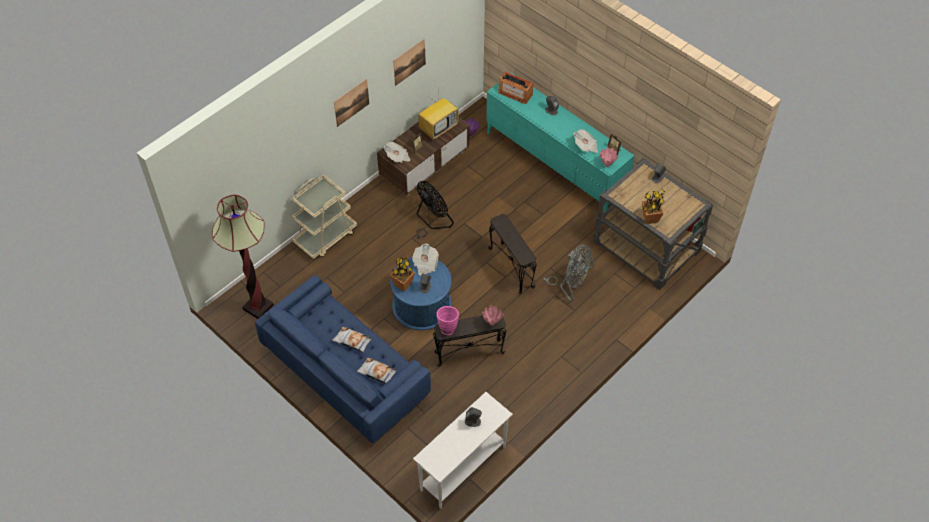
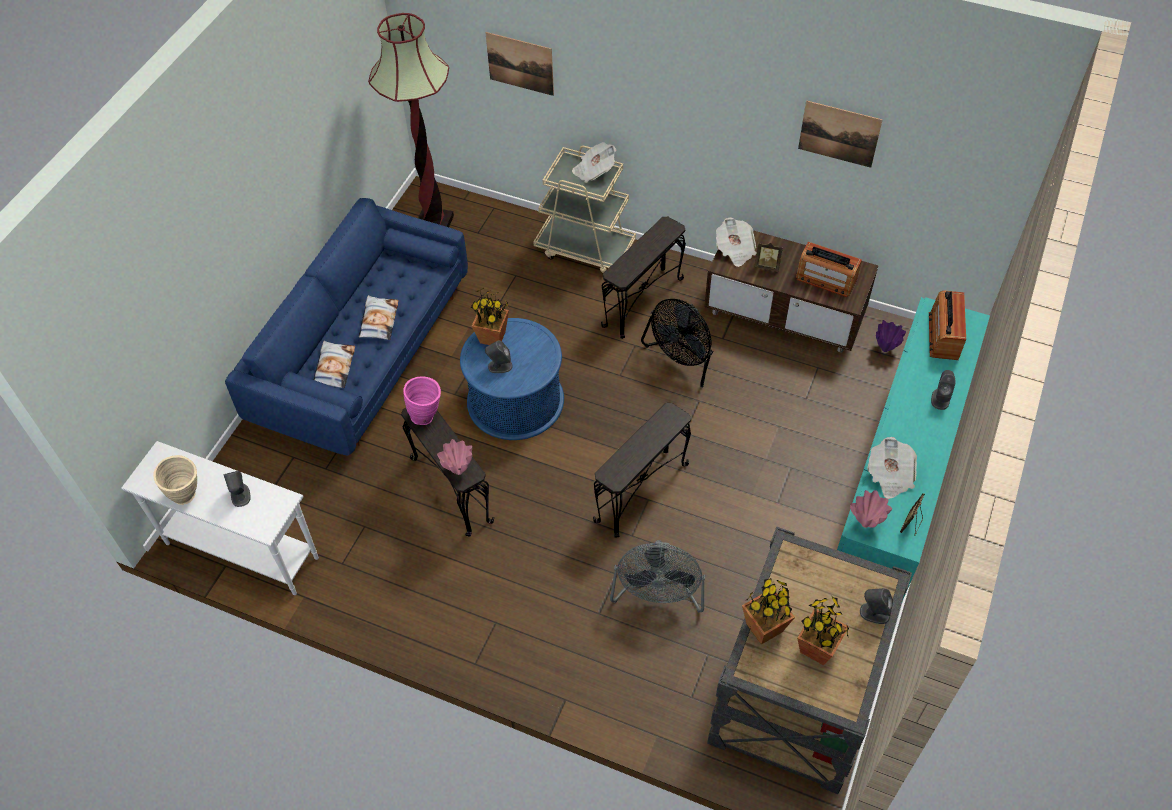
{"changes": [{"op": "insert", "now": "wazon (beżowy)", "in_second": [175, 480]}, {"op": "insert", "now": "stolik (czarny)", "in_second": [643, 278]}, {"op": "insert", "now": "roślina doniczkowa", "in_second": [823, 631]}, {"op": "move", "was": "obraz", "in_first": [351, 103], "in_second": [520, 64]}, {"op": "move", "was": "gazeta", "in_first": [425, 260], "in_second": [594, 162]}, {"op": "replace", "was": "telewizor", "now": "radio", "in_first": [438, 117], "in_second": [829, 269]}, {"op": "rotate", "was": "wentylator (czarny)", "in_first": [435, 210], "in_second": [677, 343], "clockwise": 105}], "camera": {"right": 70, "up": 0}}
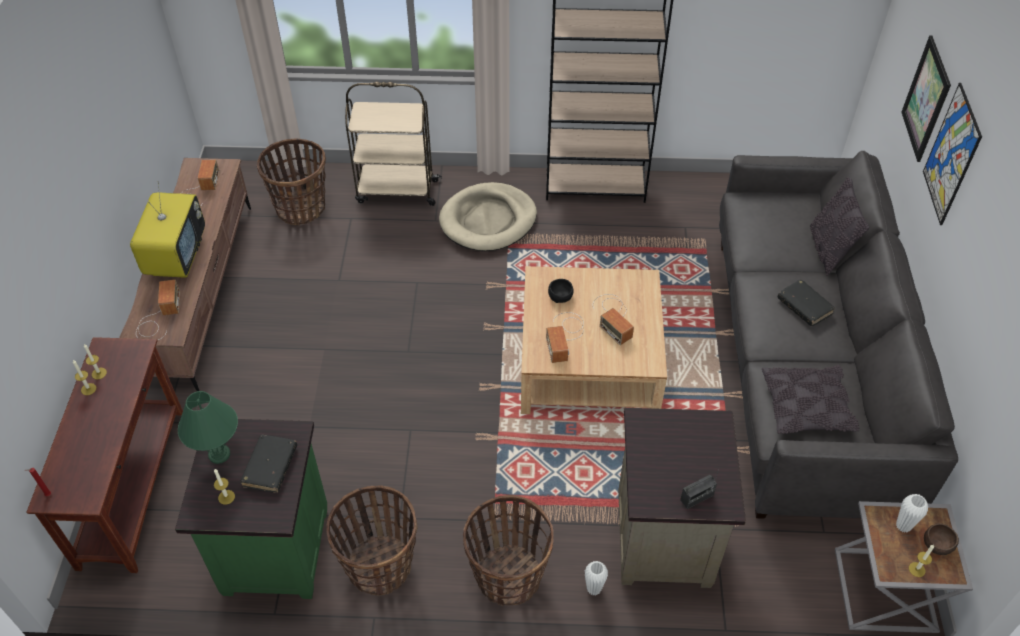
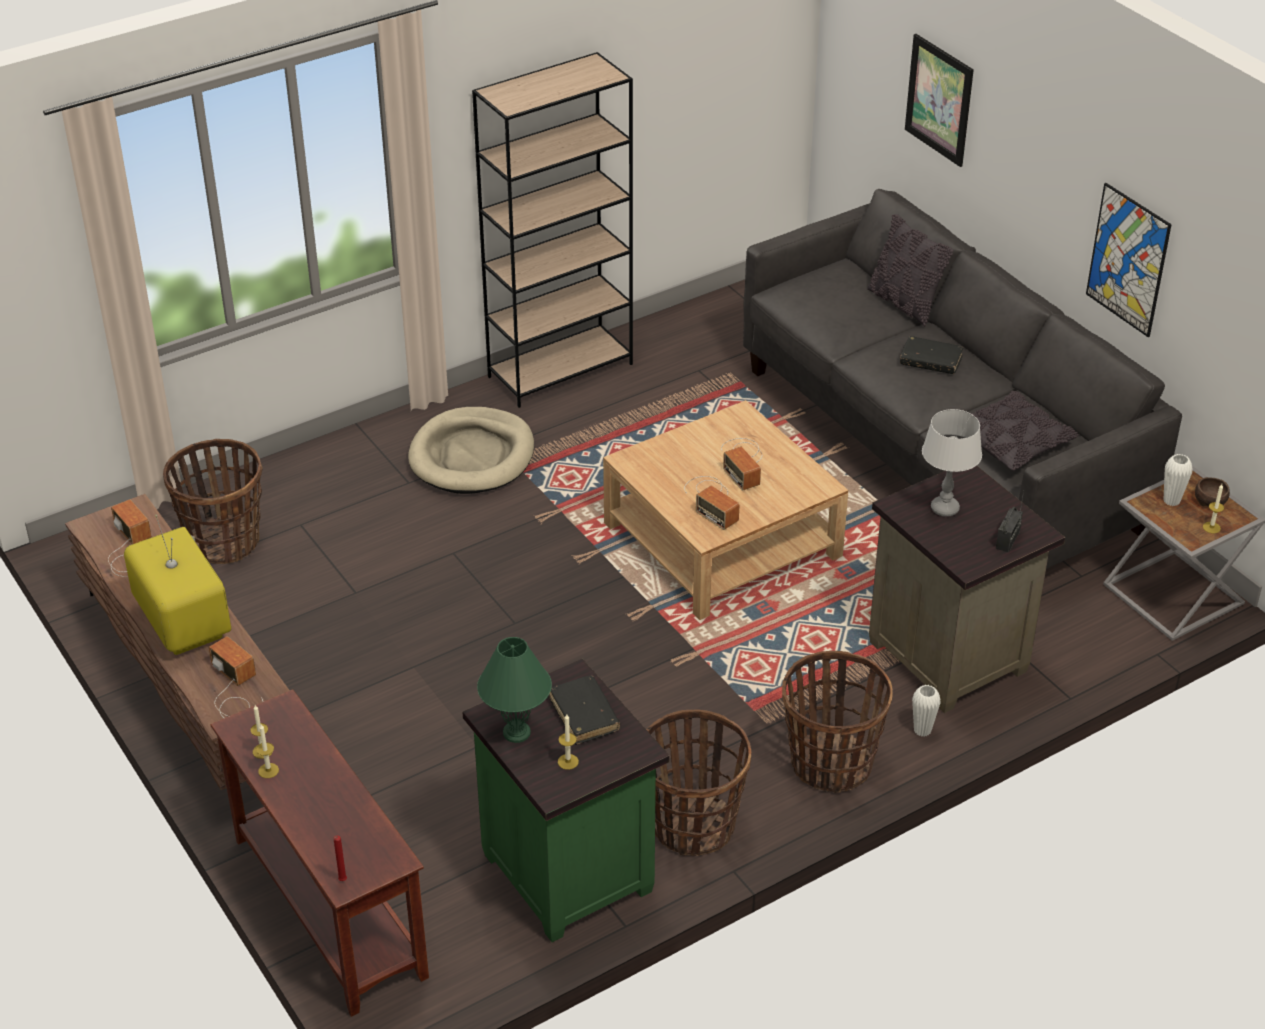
{"changes": [{"op": "delete", "was": "wózek (beżowy)", "in_first": [393, 144]}, {"op": "delete", "was": "miska (czarny)", "in_first": [561, 291]}, {"op": "insert", "now": "lampa stołowa (szary)", "in_second": [952, 463]}, {"op": "move", "was": "obraz", "in_first": [952, 154], "in_second": [1129, 260]}, {"op": "rotate", "was": "radio", "in_first": [613, 319], "in_second": [741, 464], "clockwise": 45}], "camera": {"right": -35, "up": -10}}
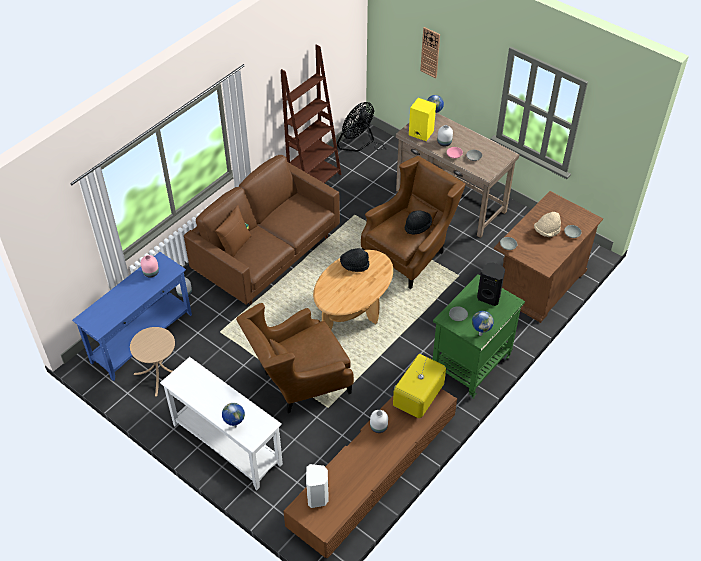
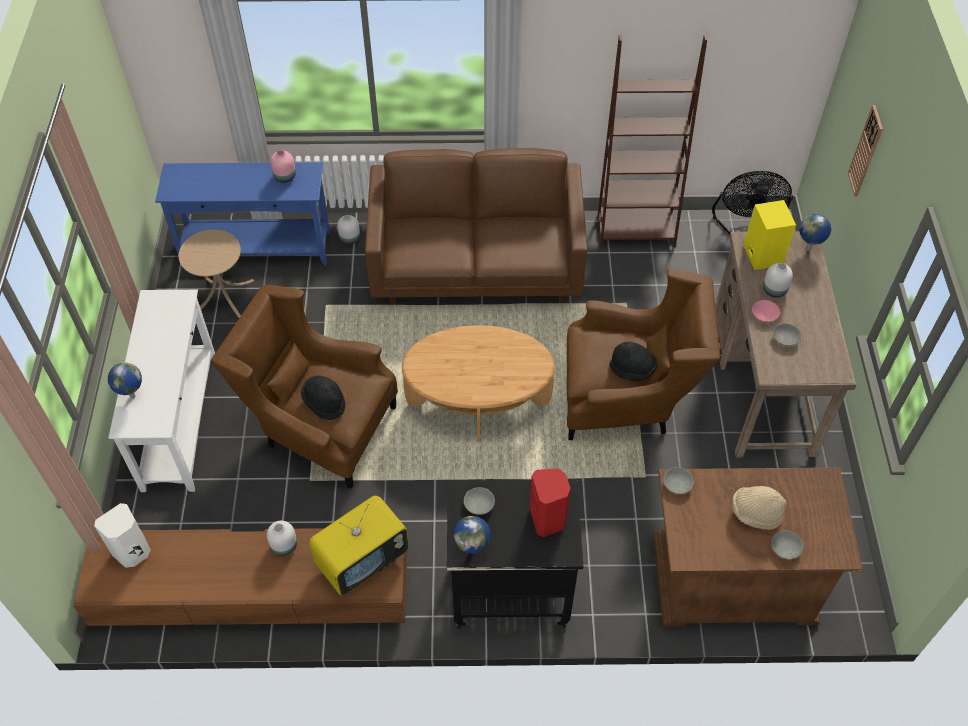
{"changes": [{"op": "delete", "was": "poduszka (brązowy)", "in_first": [233, 231]}, {"op": "move", "was": "kapelusz (czarny)", "in_first": [354, 260], "in_second": [323, 397]}, {"op": "recolor", "was": "wózek (zielony)", "now": "wózek (czarny)", "in_first": [478, 336], "in_second": [515, 554]}, {"op": "recolor", "was": "głośnik (czarny)", "now": "głośnik (czerwony)", "in_first": [491, 284], "in_second": [550, 502]}, {"op": "rotate", "was": "telewizor", "in_first": [419, 386], "in_second": [359, 545], "clockwise": 150}], "camera": {"right": 50, "up": 5}}
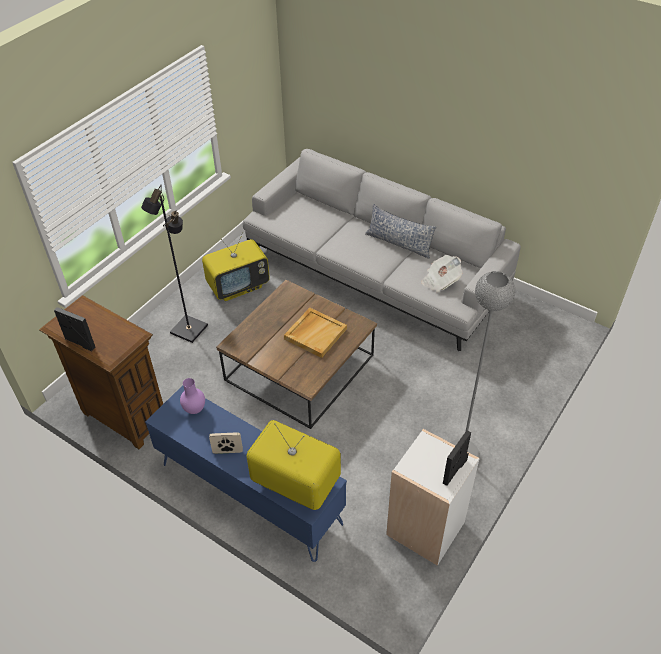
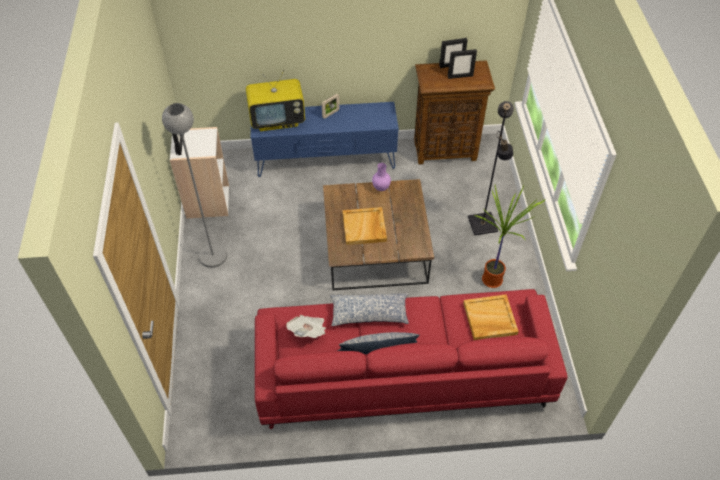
{"changes": [{"op": "insert", "now": "poduszka", "in_second": [369, 309]}, {"op": "insert", "now": "ramka na zdjęcie", "in_second": [462, 64]}, {"op": "insert", "now": "taca (beżowy)", "in_second": [491, 317]}, {"op": "move", "was": "wazon (fioletowy)", "in_first": [192, 396], "in_second": [381, 177]}, {"op": "replace", "was": "telewizor", "now": "roślina doniczkowa", "in_first": [236, 266], "in_second": [510, 237]}, {"op": "recolor", "was": "kanapa (szary)", "now": "kanapa (czerwony)", "in_first": [382, 250], "in_second": [411, 359]}], "camera": {"right": 140, "up": 5}}
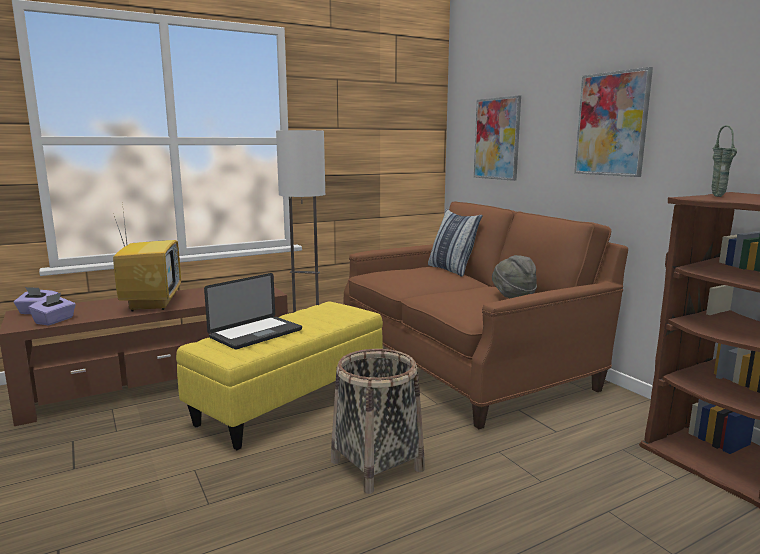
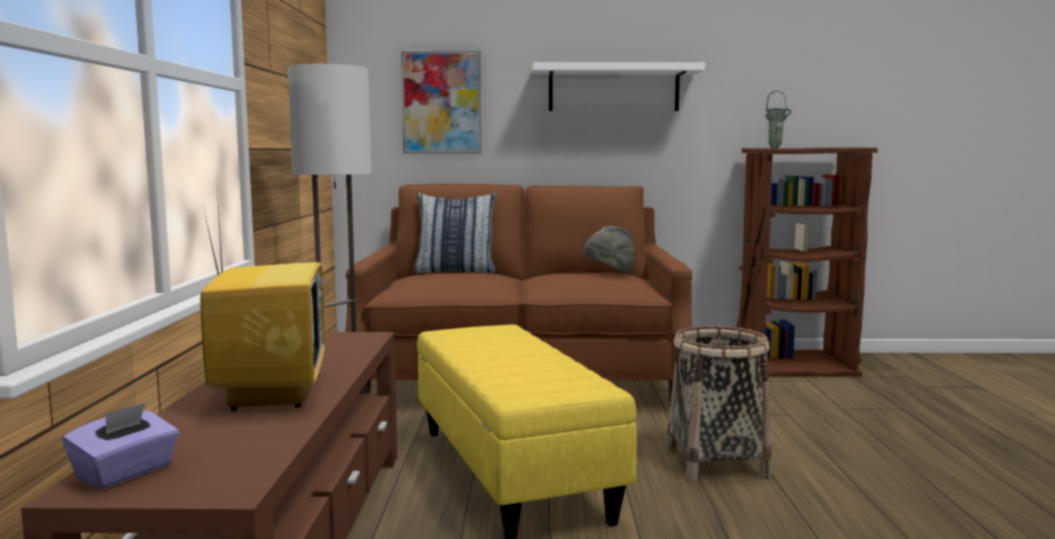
{"changes": [{"op": "delete", "was": "pudełko chusteczek (fioletowy)", "in_first": [52, 309]}, {"op": "delete", "was": "laptop", "in_first": [253, 311]}, {"op": "replace", "was": "obraz", "now": "półka (biały)", "in_first": [613, 122], "in_second": [619, 86]}, {"op": "rotate", "was": "telewizor", "in_first": [147, 257], "in_second": [262, 300], "clockwise": 60}], "camera": {"right": -60, "up": -5}}
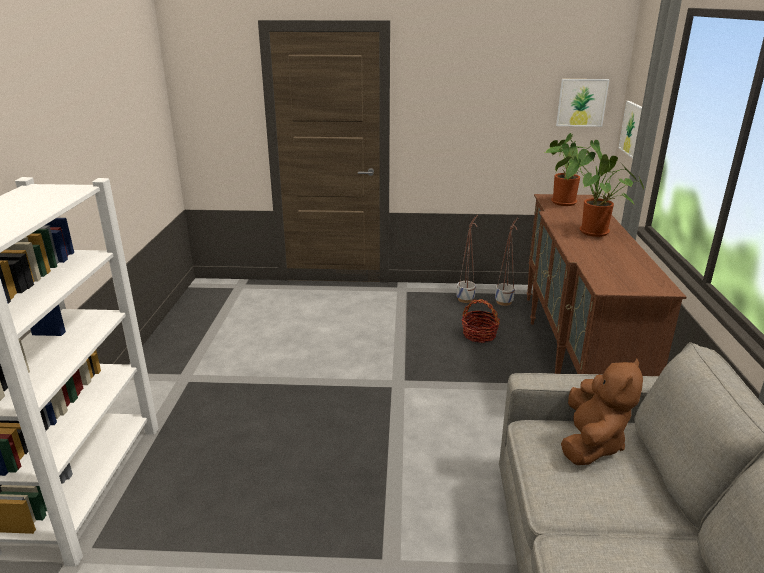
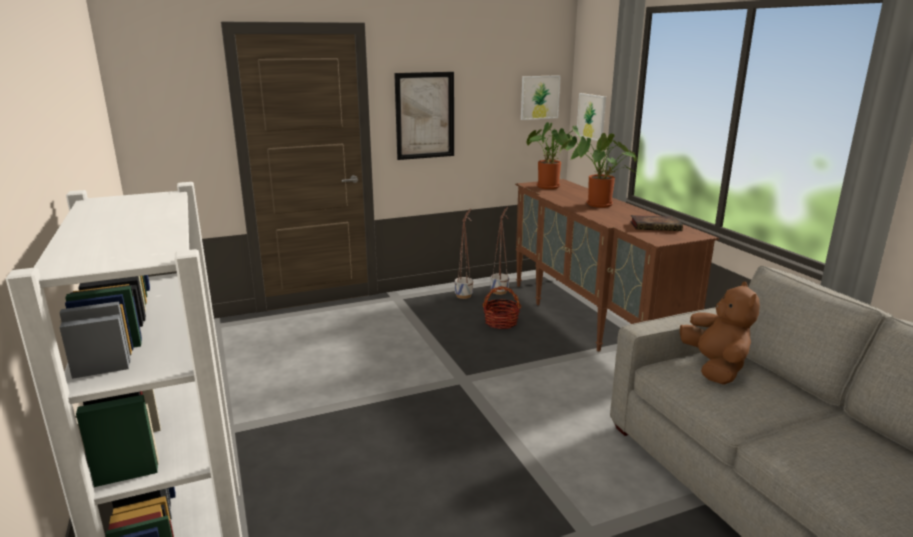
{"changes": [{"op": "insert", "now": "obraz", "in_second": [424, 116]}, {"op": "insert", "now": "książka", "in_second": [656, 223]}], "camera": {"right": -25, "up": -5}}
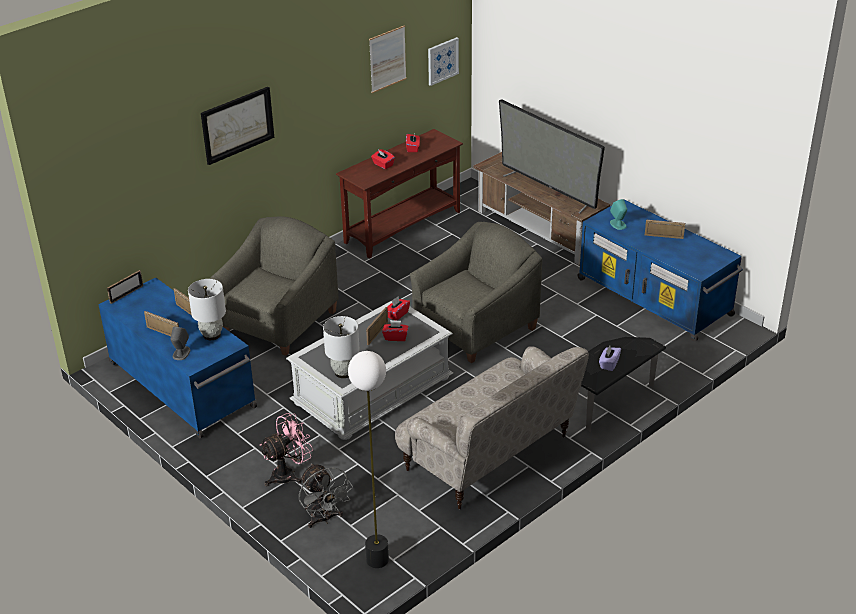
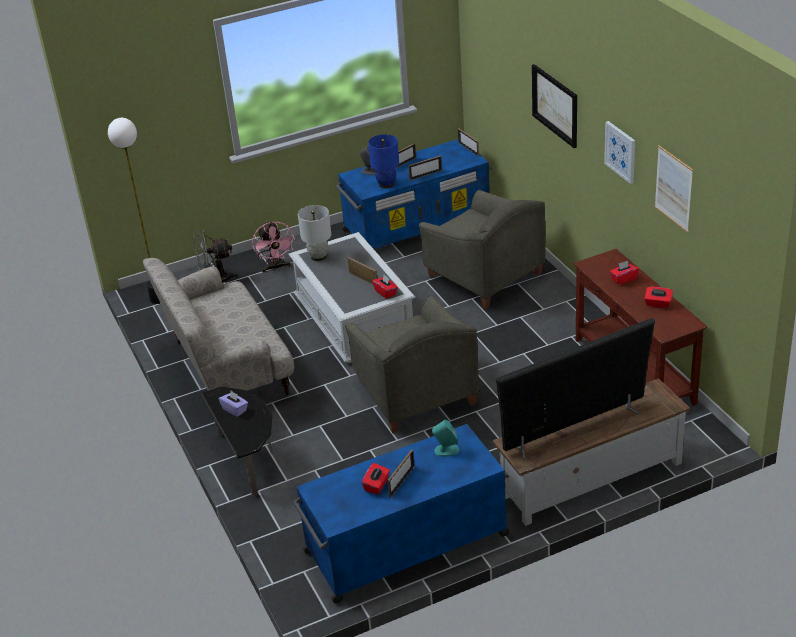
{"changes": [{"op": "move", "was": "pudełko chusteczek (czerwony)", "in_first": [395, 330], "in_second": [376, 478]}, {"op": "move", "was": "obraz", "in_first": [443, 61], "in_second": [619, 152]}, {"op": "recolor", "was": "lampa stołowa (biały)", "now": "lampa stołowa (niebieski)", "in_first": [207, 309], "in_second": [383, 161]}], "camera": {"right": 110, "up": 0}}
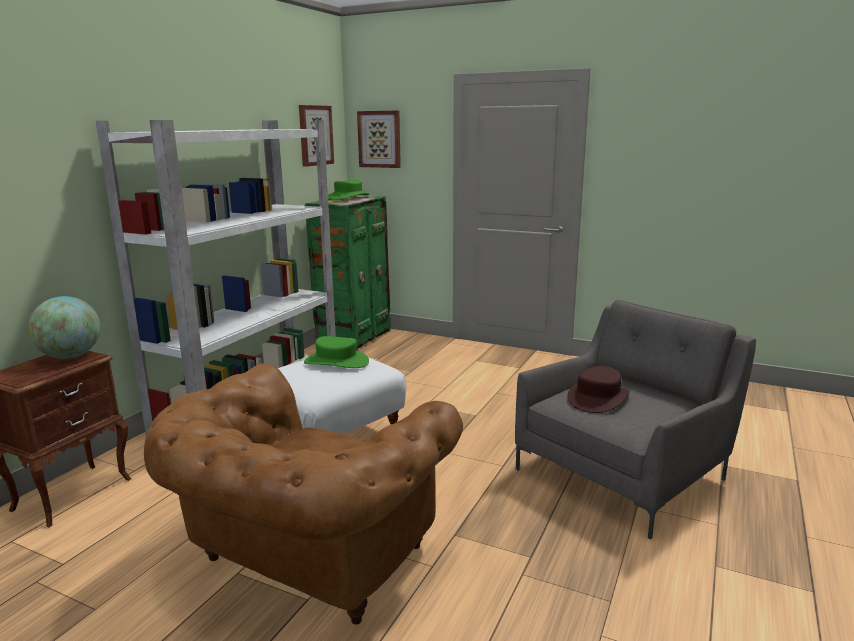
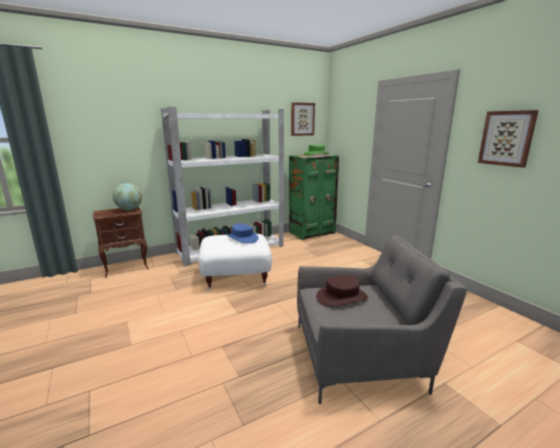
{"changes": [{"op": "delete", "was": "fotel (brązowy)", "in_first": [303, 494]}, {"op": "move", "was": "obraz", "in_first": [379, 139], "in_second": [508, 139]}, {"op": "recolor", "was": "kapelusz (zielony)", "now": "kapelusz (niebieski)", "in_first": [336, 352], "in_second": [242, 233]}], "camera": {"right": 35, "up": 0}}
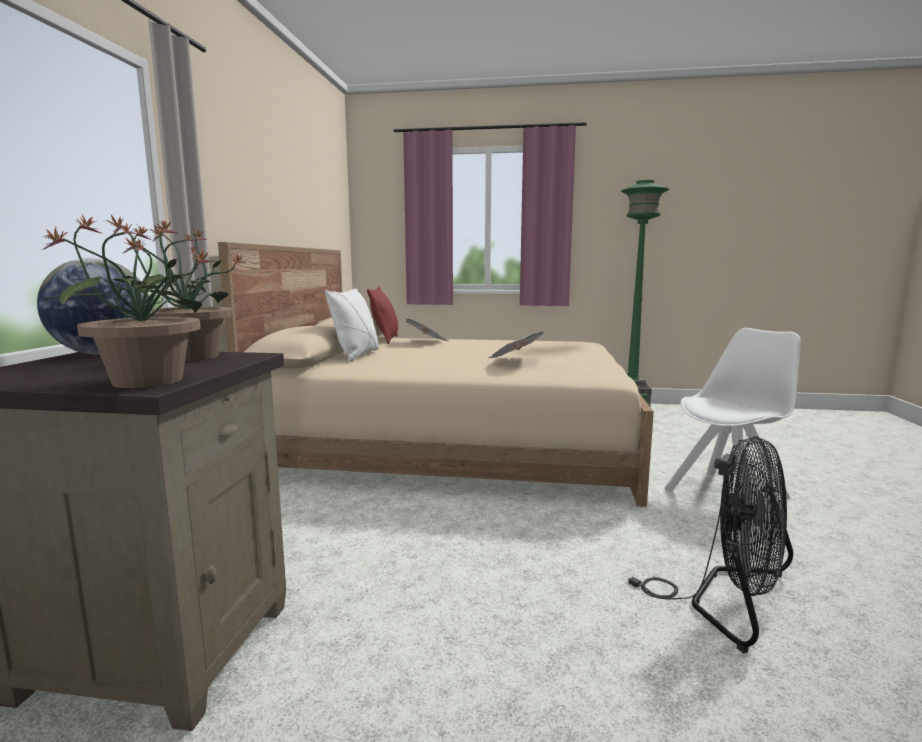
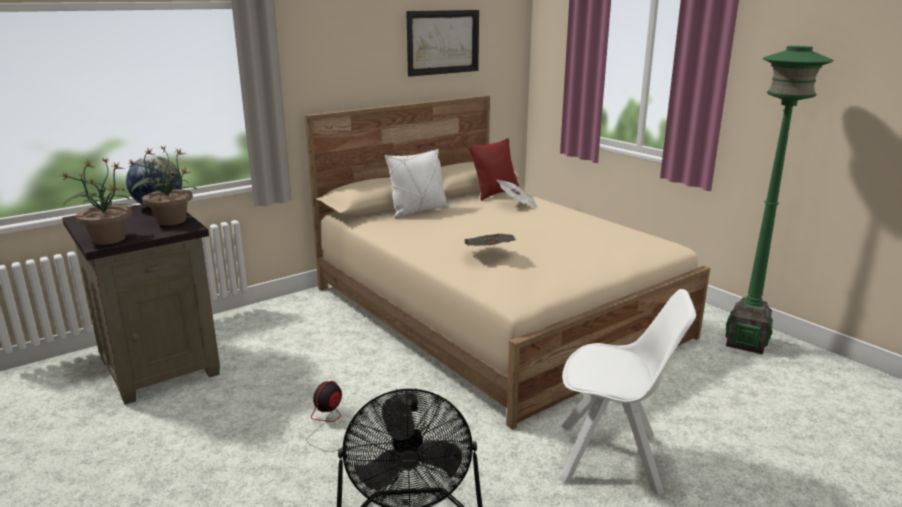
{"changes": [{"op": "insert", "now": "wentylator", "in_second": [340, 416]}, {"op": "insert", "now": "obraz", "in_second": [442, 43]}], "camera": {"right": 45, "up": 10}}
